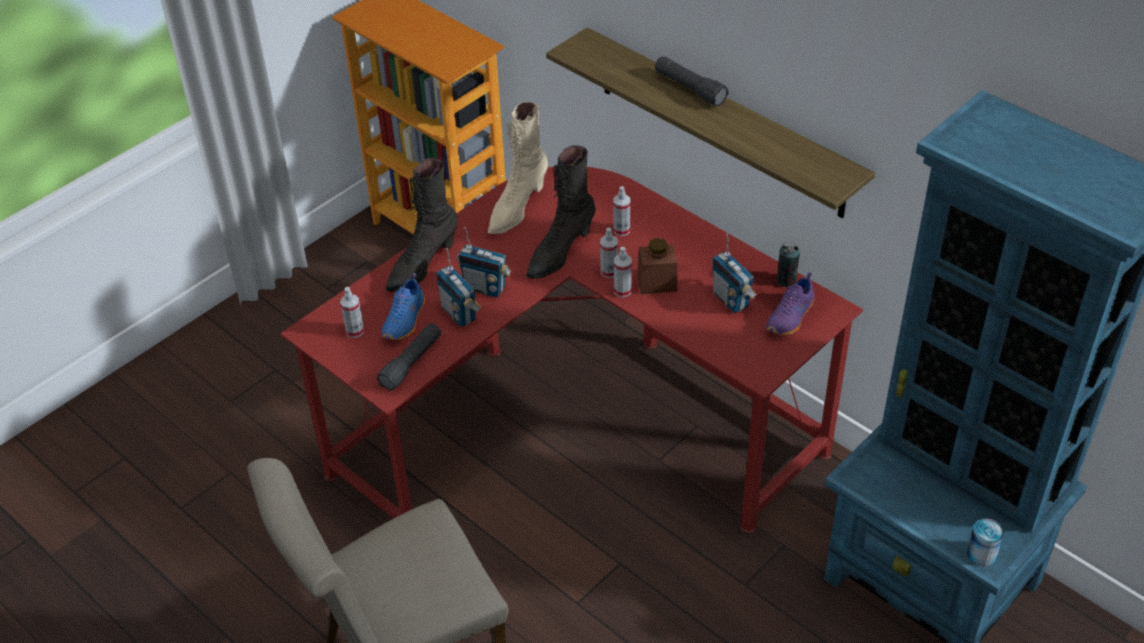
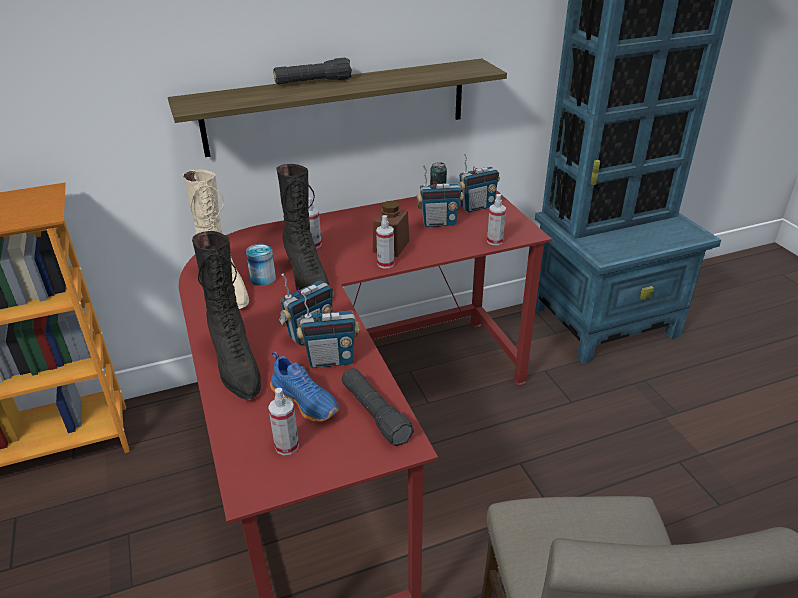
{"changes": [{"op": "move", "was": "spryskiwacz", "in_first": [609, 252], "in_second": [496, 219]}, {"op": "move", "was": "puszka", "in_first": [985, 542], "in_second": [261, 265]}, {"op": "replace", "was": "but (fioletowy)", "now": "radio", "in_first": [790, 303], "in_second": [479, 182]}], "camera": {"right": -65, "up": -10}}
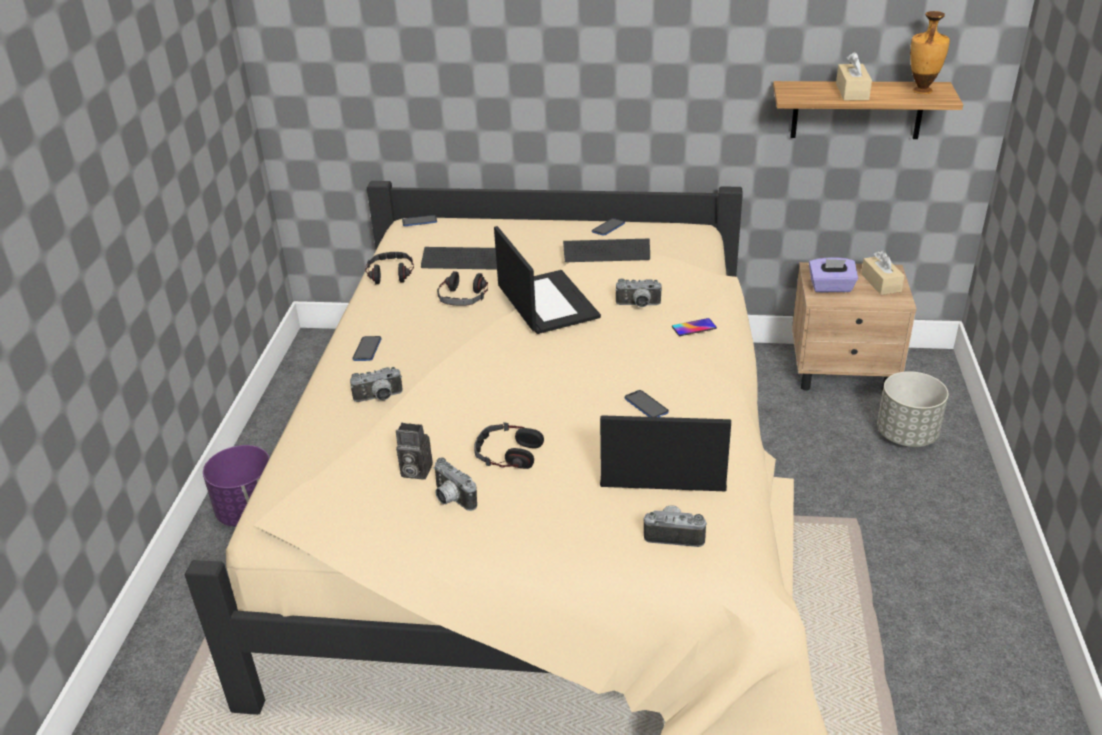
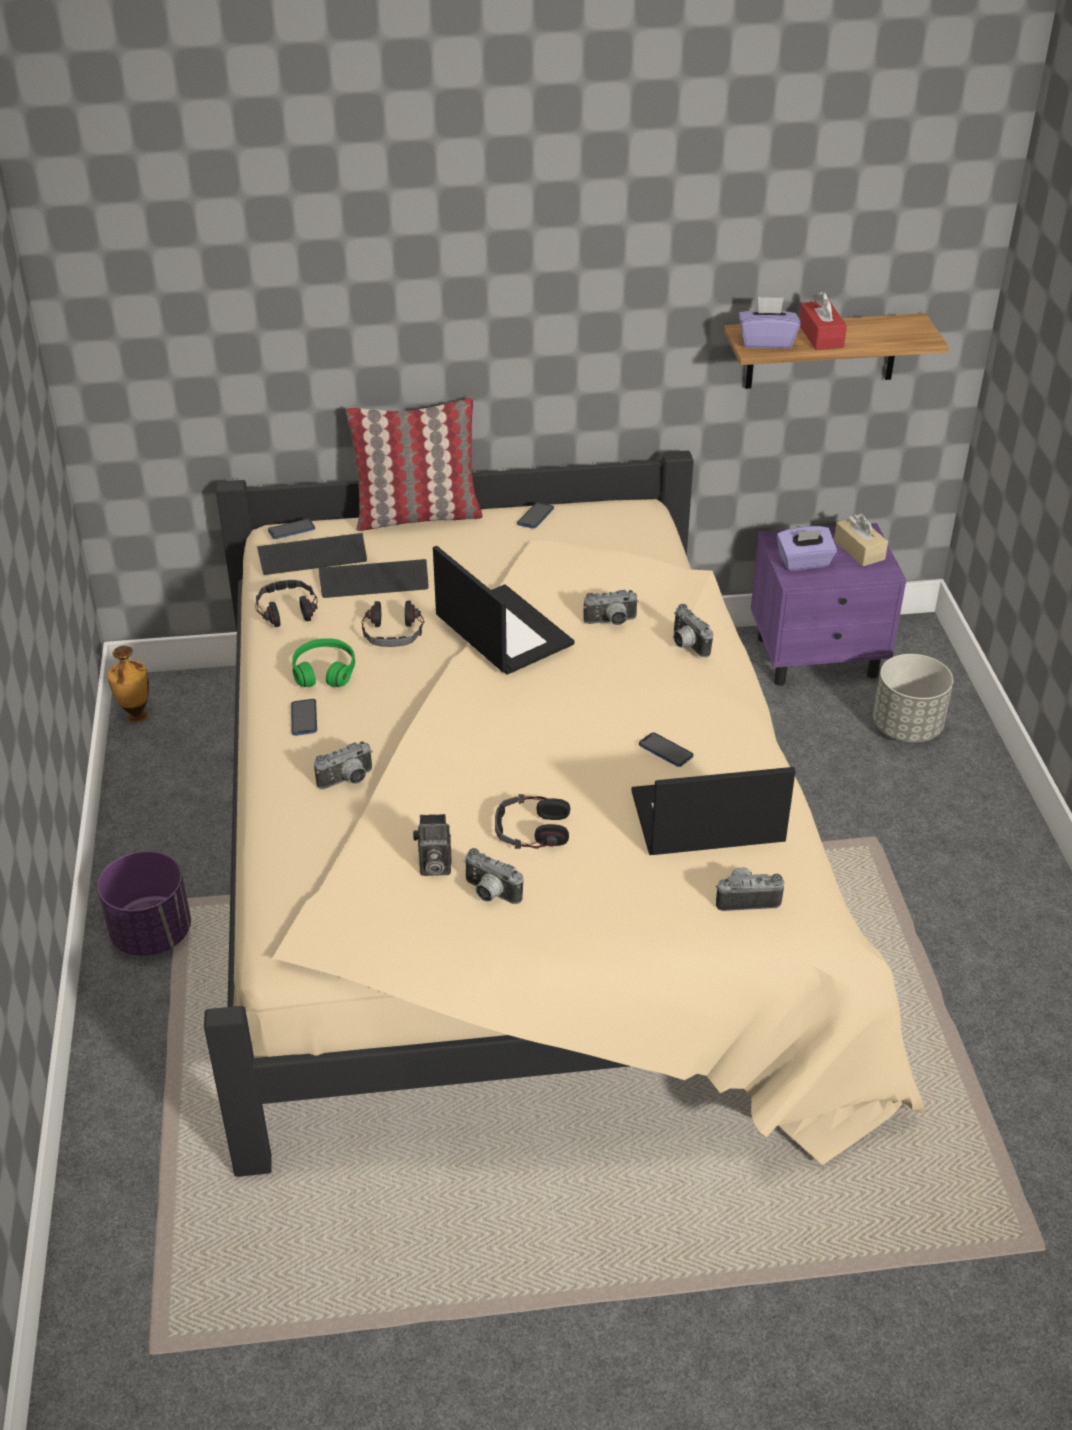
{"changes": [{"op": "insert", "now": "słuchawki (zielony)", "in_second": [323, 662]}, {"op": "insert", "now": "poduszka", "in_second": [414, 464]}, {"op": "insert", "now": "pudełko chusteczek (fioletowy)", "in_second": [769, 323]}, {"op": "move", "was": "klawiatura", "in_first": [606, 250], "in_second": [312, 554]}, {"op": "move", "was": "wazon", "in_first": [930, 52], "in_second": [128, 684]}, {"op": "replace", "was": "telefon", "now": "aparat fotograficzny", "in_first": [694, 327], "in_second": [693, 631]}, {"op": "recolor", "was": "szafka nocna (beżowy)", "now": "szafka nocna (fioletowy)", "in_first": [854, 327], "in_second": [829, 604]}, {"op": "recolor", "was": "pudełko chusteczek (beżowy)", "now": "pudełko chusteczek (czerwony)", "in_first": [854, 76], "in_second": [823, 320]}], "camera": {"right": -15, "up": 5}}
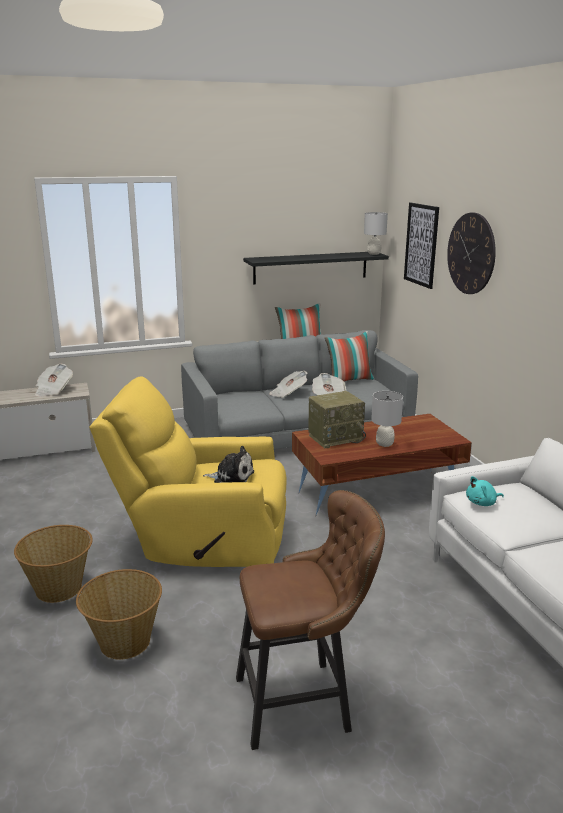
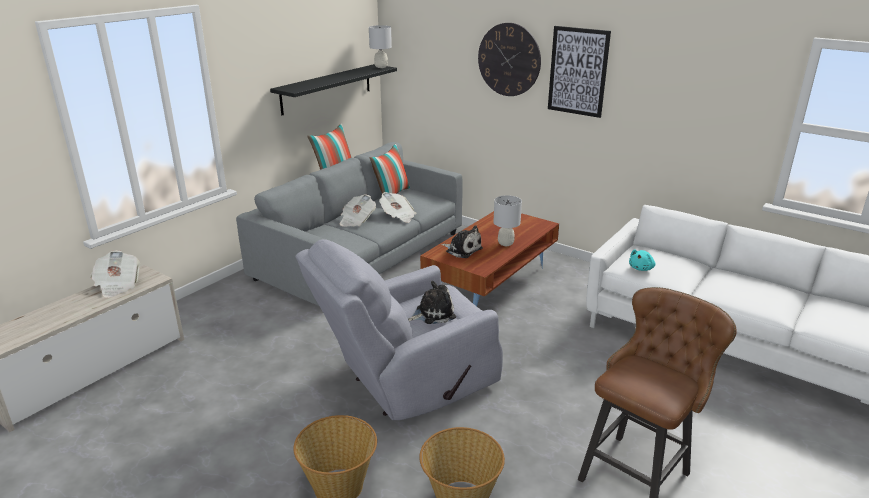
{"changes": [{"op": "move", "was": "obraz", "in_first": [421, 246], "in_second": [579, 72]}, {"op": "replace", "was": "radio", "now": "pluszak", "in_first": [337, 420], "in_second": [462, 241]}, {"op": "recolor", "was": "fotel (żółty)", "now": "fotel (szary)", "in_first": [188, 471], "in_second": [399, 329]}], "camera": {"right": -35, "up": 5}}
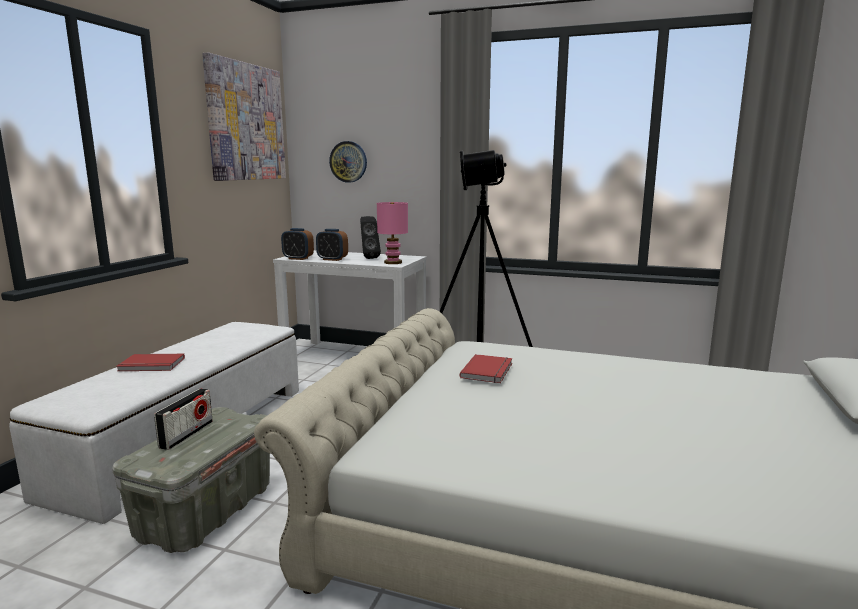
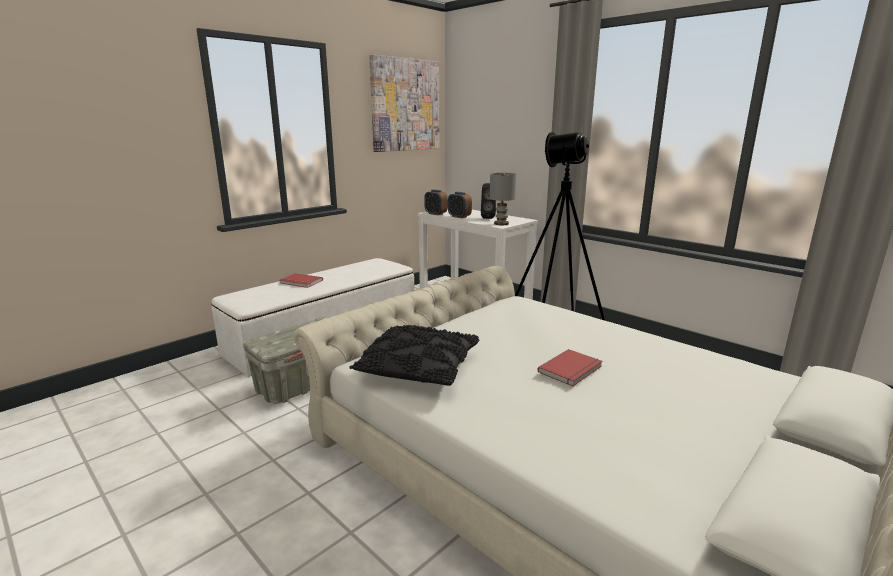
{"changes": [{"op": "delete", "was": "radio", "in_first": [183, 419]}, {"op": "delete", "was": "zegar ścienny", "in_first": [348, 162]}, {"op": "insert", "now": "poduszka (czarny)", "in_second": [414, 355]}, {"op": "move", "was": "książka (czerwony)", "in_first": [486, 368], "in_second": [570, 367]}, {"op": "recolor", "was": "lampa stołowa (różowy)", "now": "lampa stołowa (szary)", "in_first": [392, 233], "in_second": [502, 199]}], "camera": {"right": 25, "up": 5}}
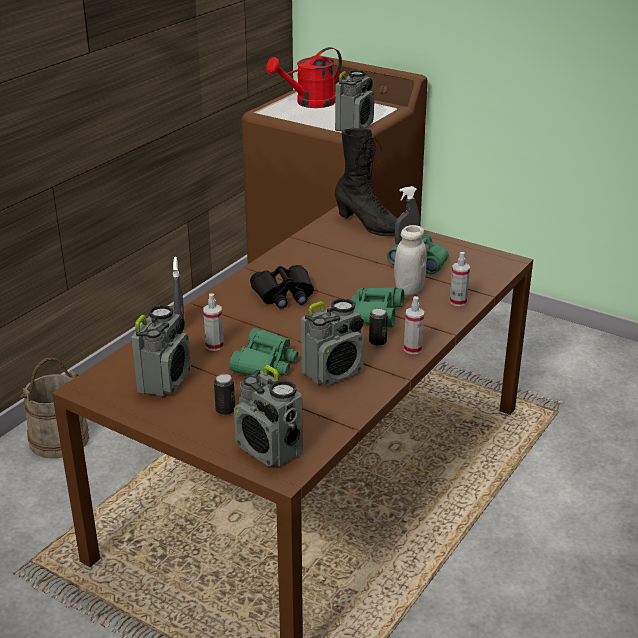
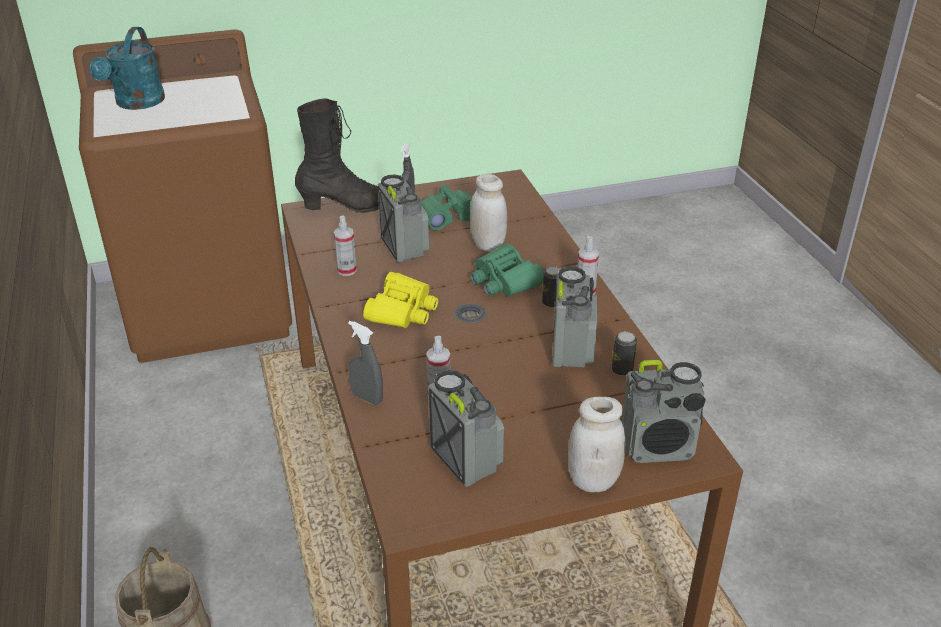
{"changes": [{"op": "delete", "was": "lornetka (zielony)", "in_first": [263, 352]}, {"op": "insert", "now": "słoik (biały)", "in_second": [596, 444]}, {"op": "move", "was": "puszka", "in_first": [224, 394], "in_second": [624, 353]}, {"op": "move", "was": "radio", "in_first": [354, 100], "in_second": [404, 219]}, {"op": "move", "was": "spryskiwacz", "in_first": [460, 279], "in_second": [345, 246]}, {"op": "recolor", "was": "lornetka (czarny)", "now": "lornetka (żółty)", "in_first": [282, 287], "in_second": [400, 300]}, {"op": "recolor", "was": "konewka (czerwony)", "now": "konewka (turkusowy)", "in_first": [304, 77], "in_second": [127, 68]}], "camera": {"right": -50, "up": 5}}
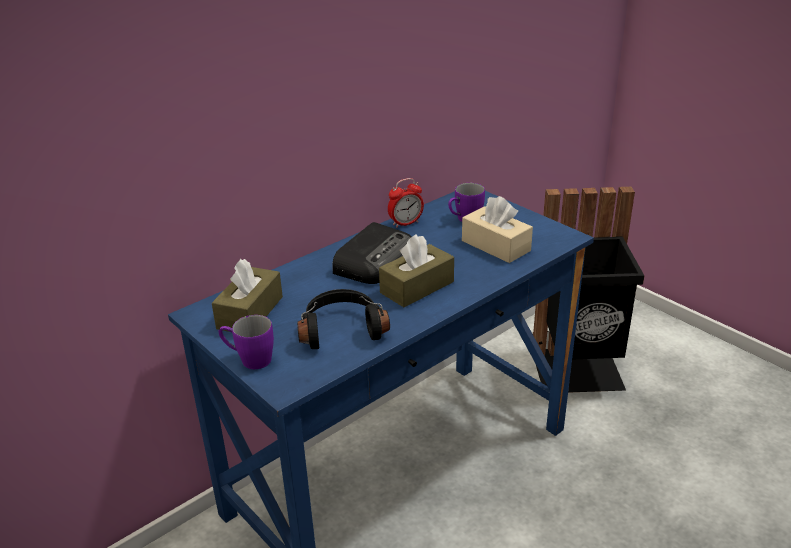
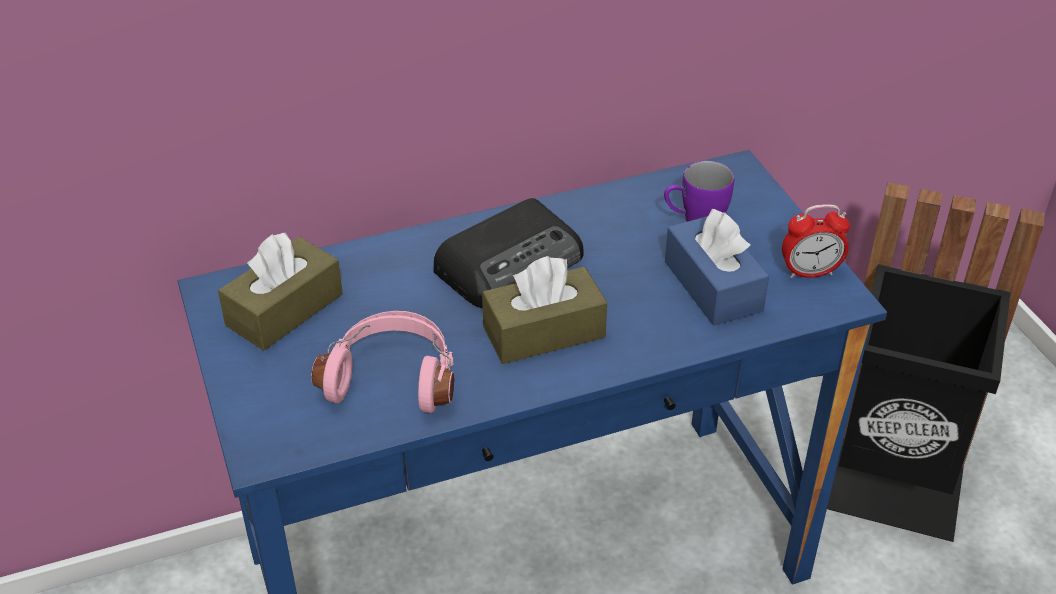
{"changes": [{"op": "delete", "was": "kubek (fioletowy)", "in_first": [246, 342]}, {"op": "move", "was": "budzik", "in_first": [406, 203], "in_second": [816, 241]}, {"op": "recolor", "was": "słuchawki (czarny)", "now": "słuchawki (różowy)", "in_first": [343, 319], "in_second": [382, 362]}, {"op": "recolor", "was": "pudełko chusteczek (beżowy)", "now": "pudełko chusteczek (niebieski)", "in_first": [497, 229], "in_second": [717, 267]}], "camera": {"right": 20, "up": 10}}
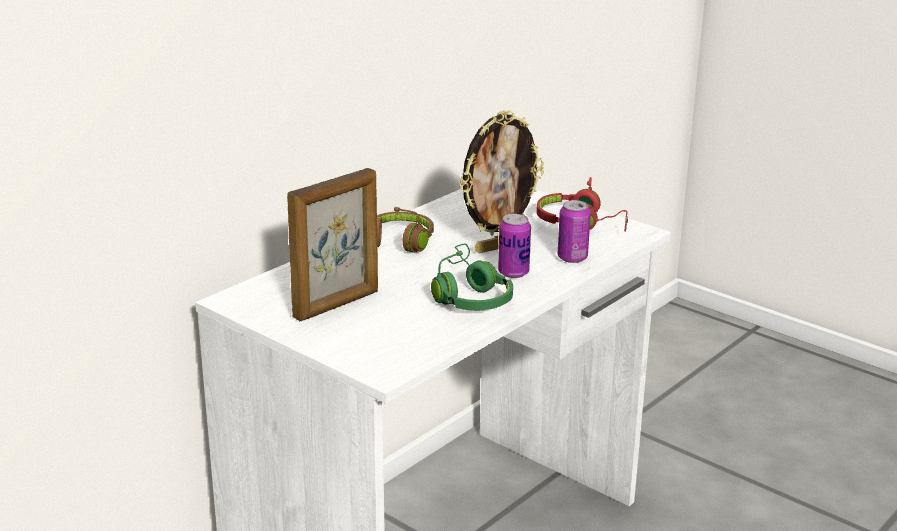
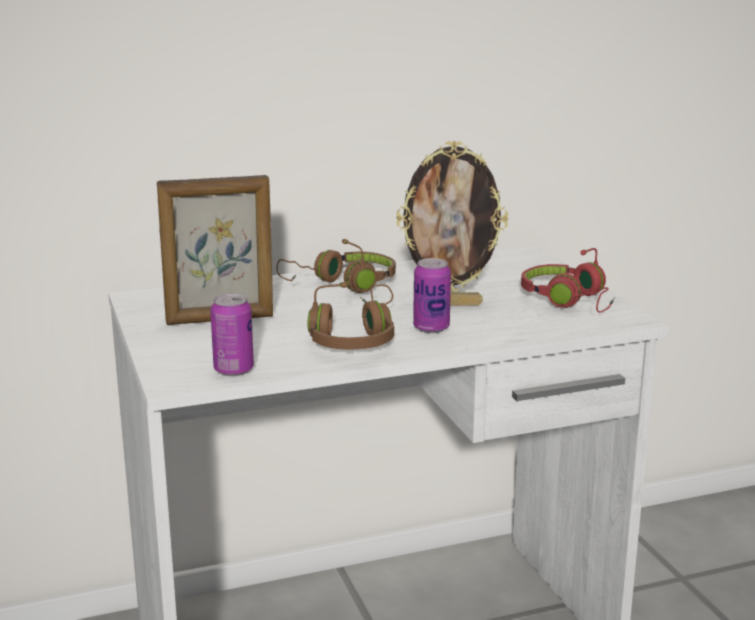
{"changes": [{"op": "move", "was": "puszka", "in_first": [574, 231], "in_second": [232, 335]}, {"op": "recolor", "was": "słuchawki (zielony)", "now": "słuchawki (brązowy)", "in_first": [472, 277], "in_second": [351, 315]}], "camera": {"right": 30, "up": -5}}
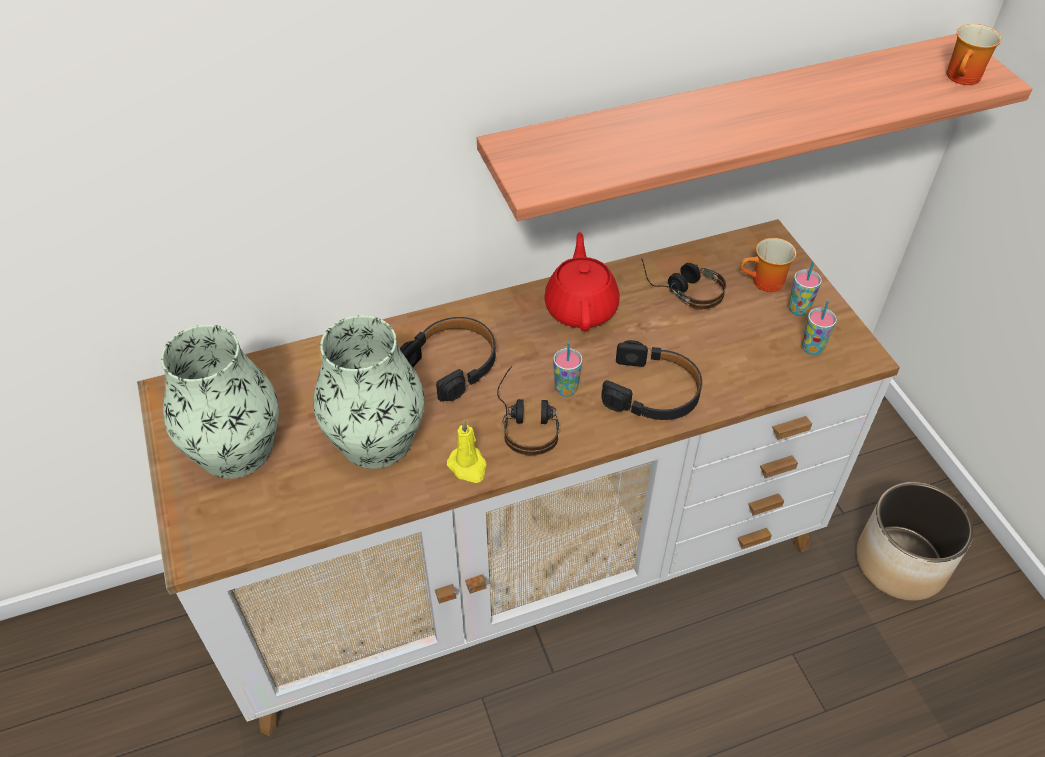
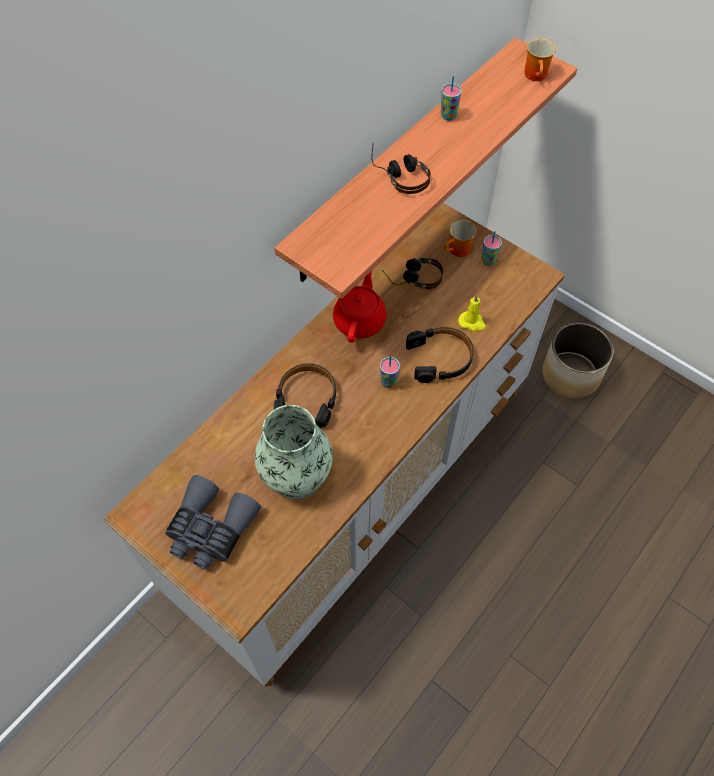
{"changes": [{"op": "move", "was": "świeca (żółty)", "in_first": [467, 451], "in_second": [472, 313]}, {"op": "move", "was": "słuchawki", "in_first": [528, 411], "in_second": [401, 168]}, {"op": "move", "was": "filiżanka", "in_first": [819, 328], "in_second": [451, 98]}, {"op": "replace", "was": "wazon", "now": "lornetka (szary)", "in_first": [220, 402], "in_second": [213, 522]}, {"op": "rotate", "was": "imbryk (czerwony)", "in_first": [582, 282], "in_second": [360, 307], "clockwise": 45}], "camera": {"right": -30, "up": 10}}
